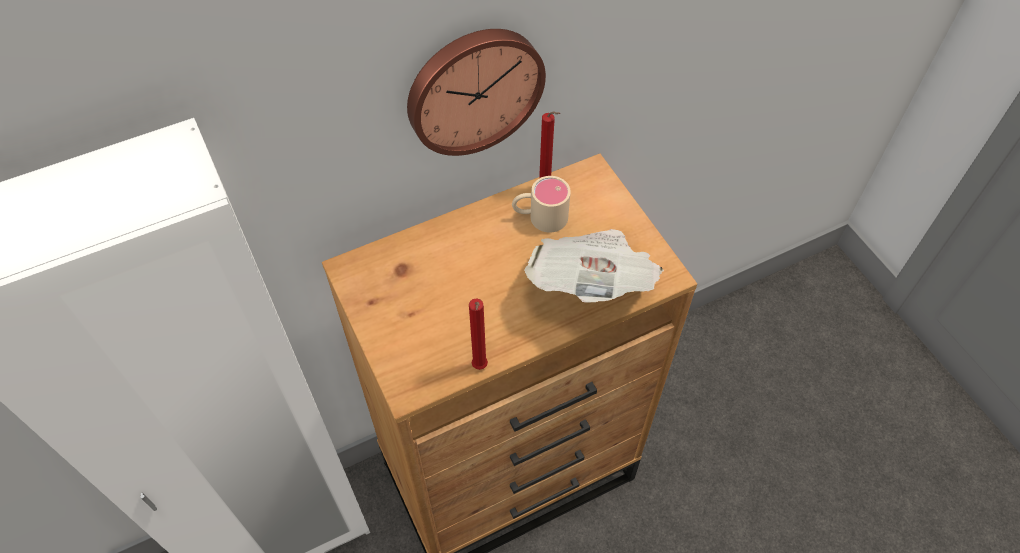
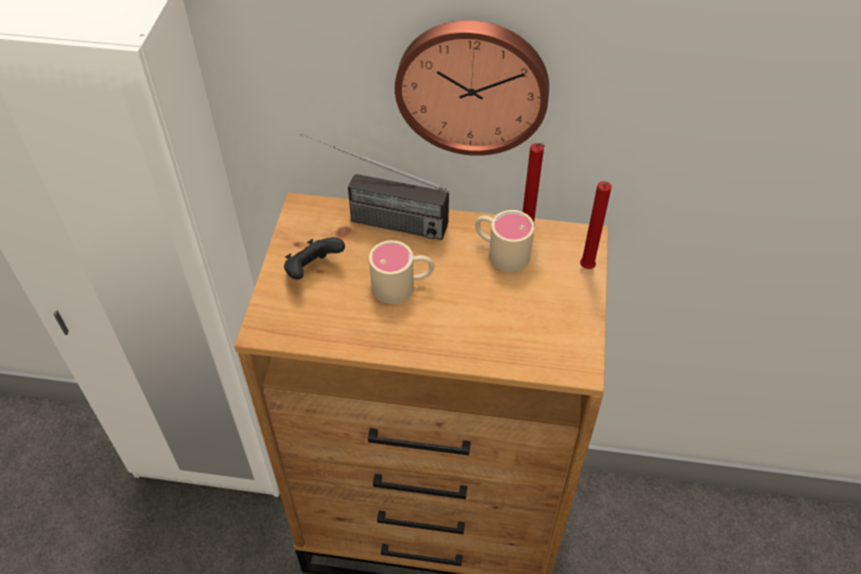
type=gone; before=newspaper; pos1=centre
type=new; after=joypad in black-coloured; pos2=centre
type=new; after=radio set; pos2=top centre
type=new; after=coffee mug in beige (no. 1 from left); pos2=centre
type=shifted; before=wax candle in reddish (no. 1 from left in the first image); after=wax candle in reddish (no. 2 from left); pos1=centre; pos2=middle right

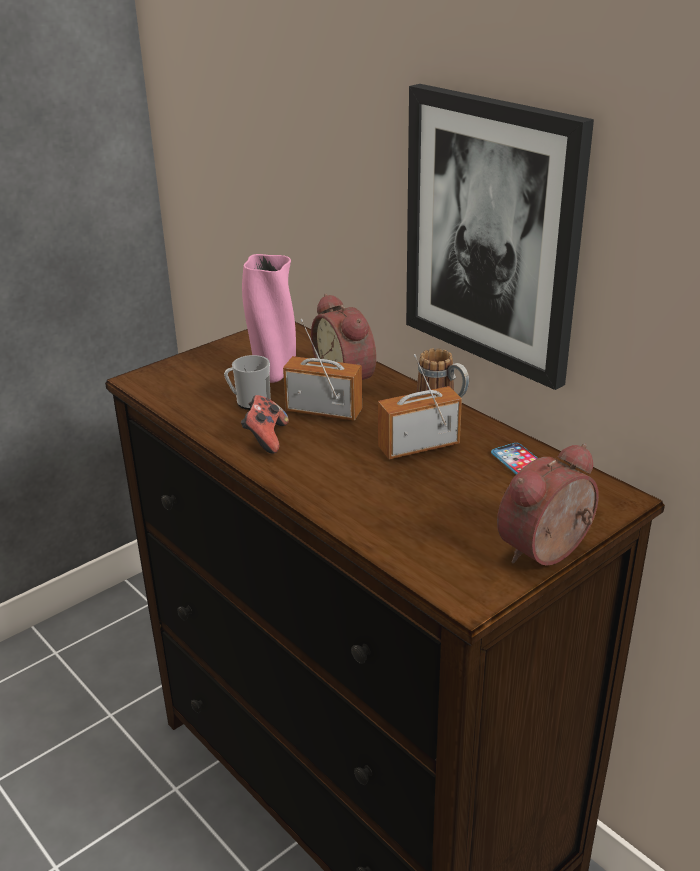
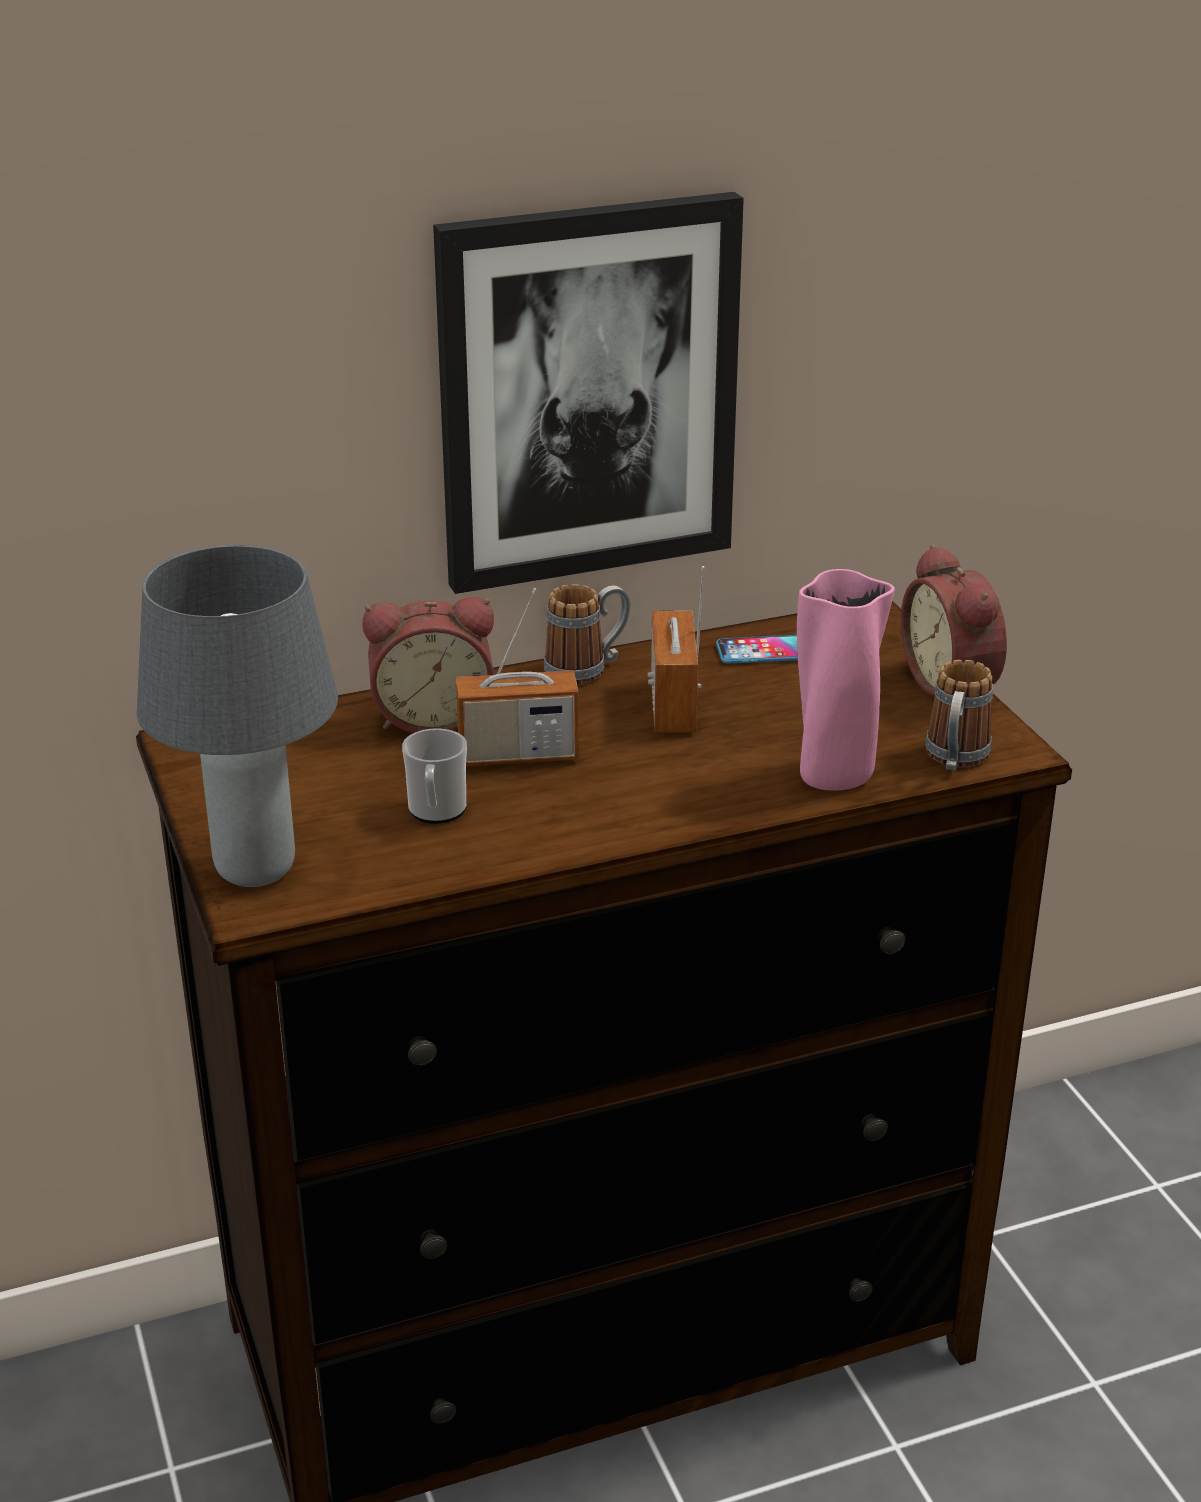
type=gone; before=joypad; pos1=centre
type=new; after=lamp for a table in gray; pos2=middle left
type=new; after=coffee mug (no. 3 from left); pos2=middle right
type=shifted; before=vase in pinkish; pos1=centre; pos2=middle right
type=rotated; before=radio set (no. 1 from left); pos1=centre; pos2=centre; turn=-135

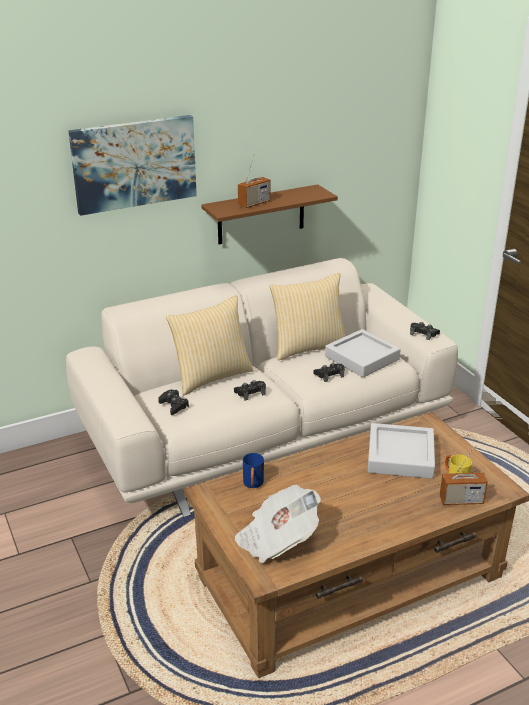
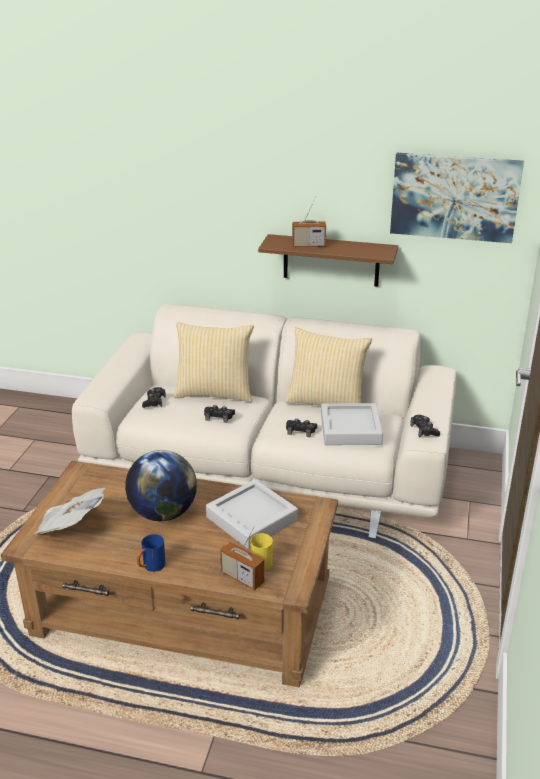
type=new; after=world globe; pos2=middle left
type=shifted; before=wall art; pos1=top left; pos2=top right
type=shifted; before=coffee mug in blue; pos1=bottom centre; pos2=bottom left

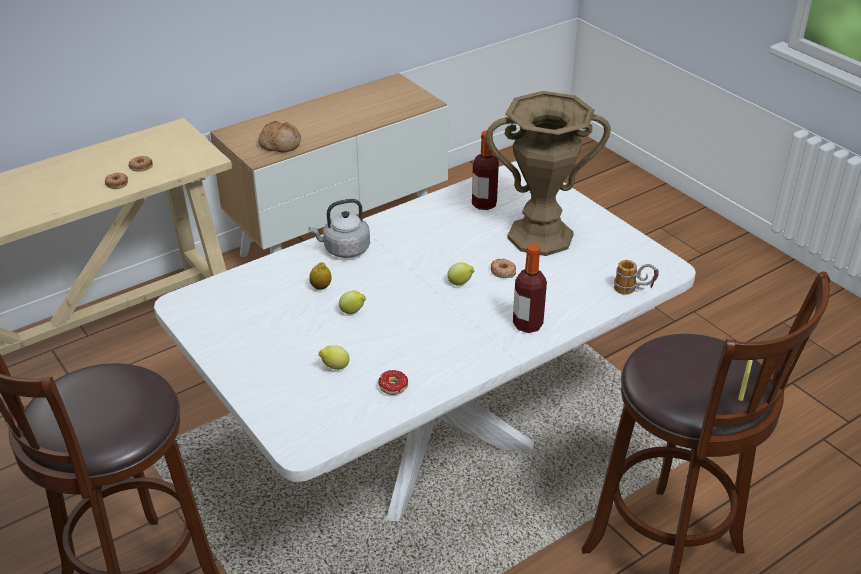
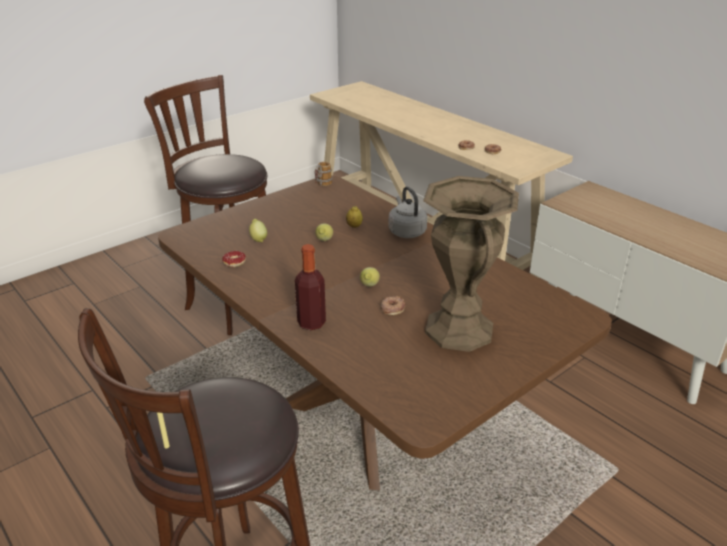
type=gone; before=baked bread; pos1=top left
type=gone; before=beverage bottle (no. 1 from left); pos1=top centre
type=shifted; before=coffee mug; pos1=middle right; pos2=top centre
type=repainted; before=dinner table in white-coloured; after=dinner table in brownish; pos1=centre; pos2=centre

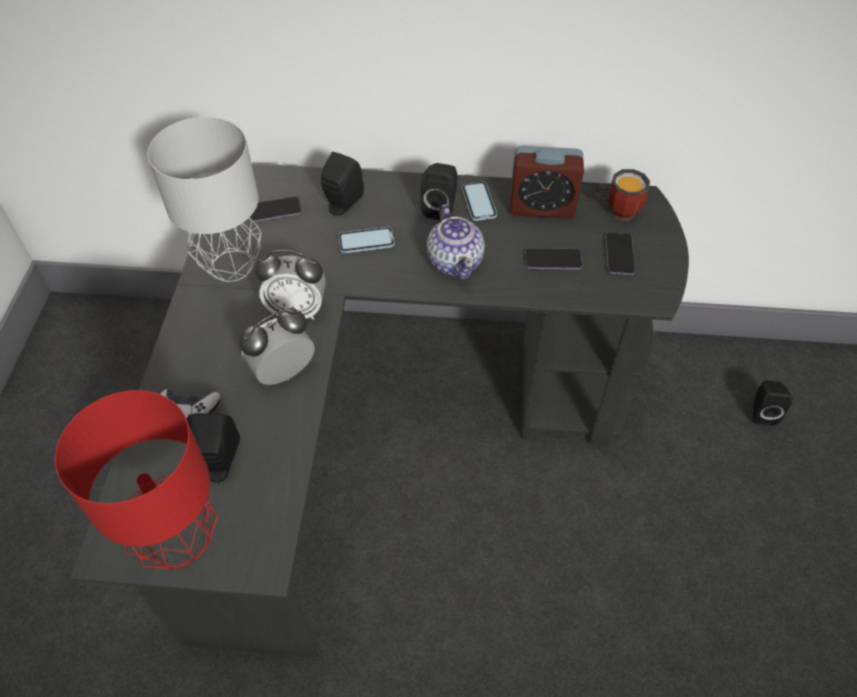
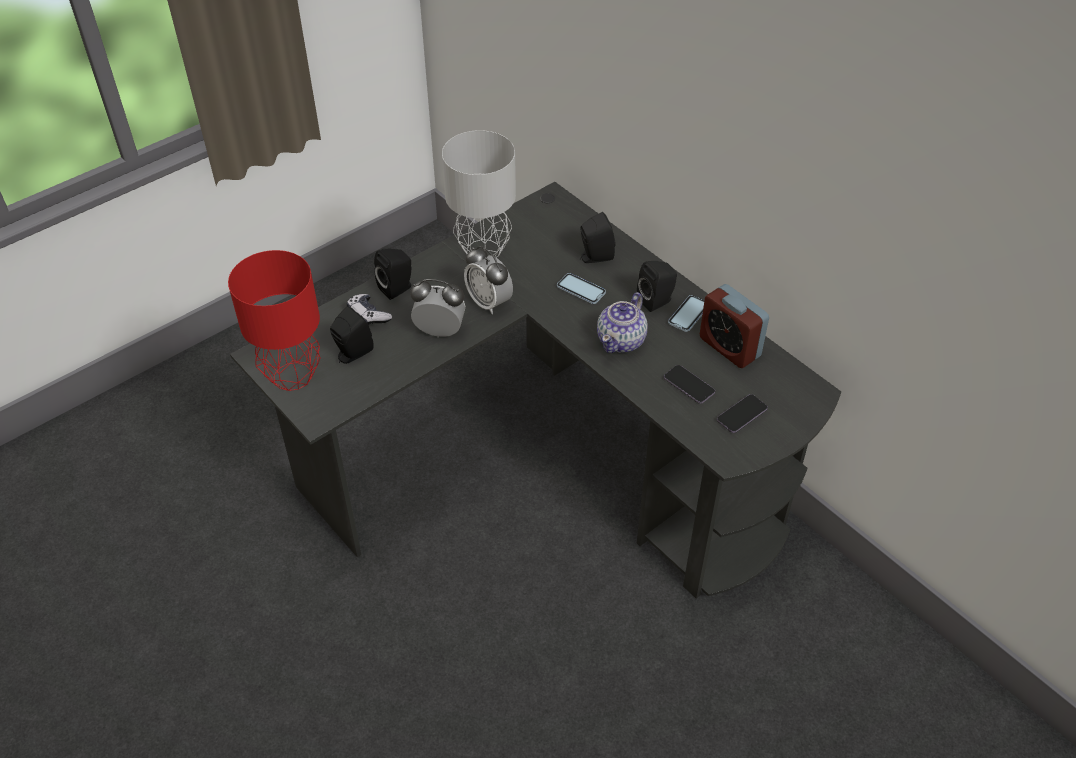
type=gone; before=phone (no. 1 from left); pos1=top left
type=gone; before=coffee mug; pos1=top right
type=shifted; before=loudspeaker in black-coloured (no. 4 from left in the first image); after=loudspeaker in black-coloured (no. 2 from left); pos1=middle right; pos2=centre

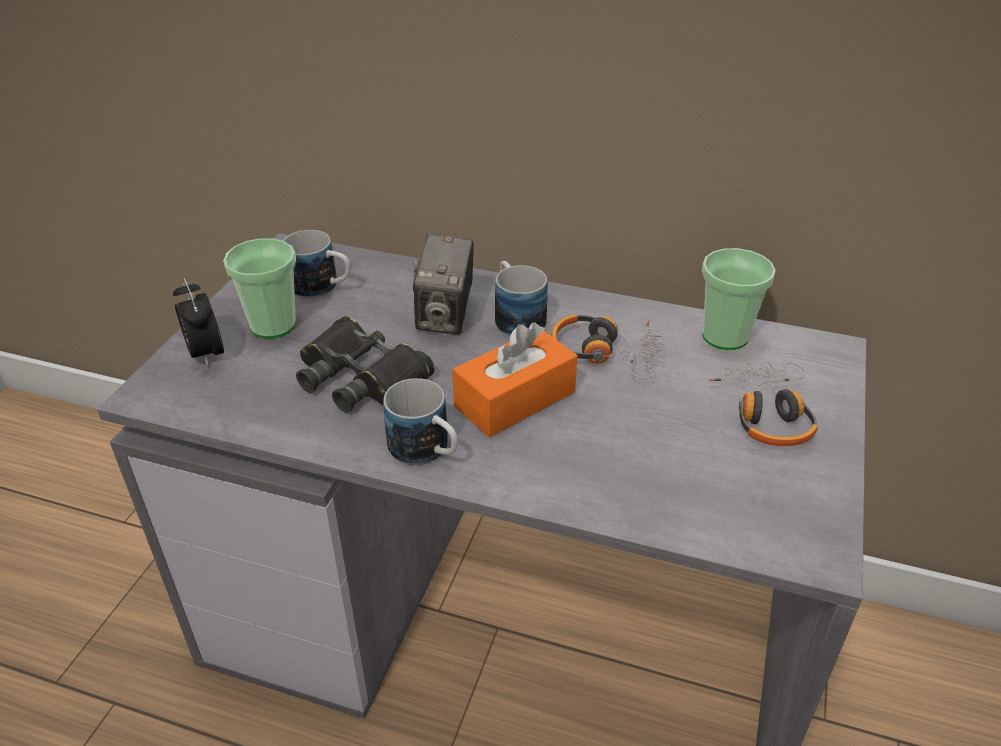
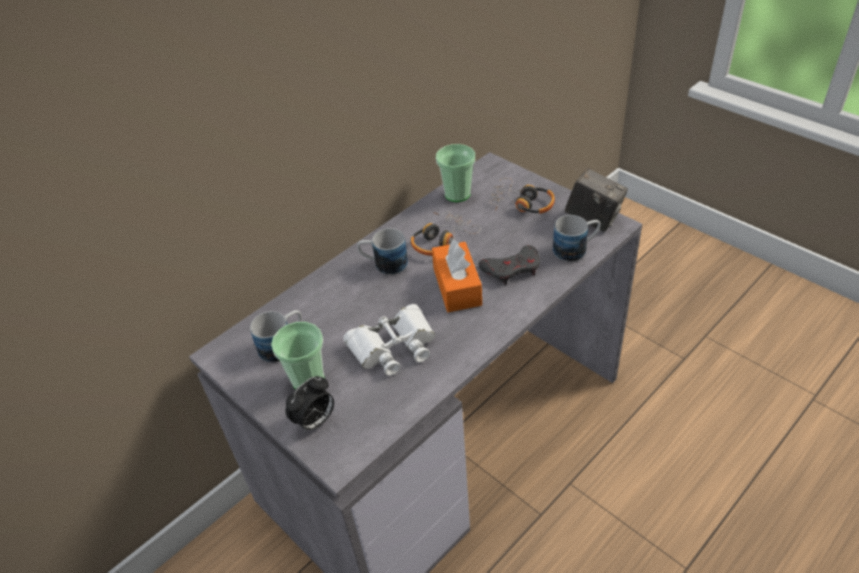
type=new; after=joypad in gray; pos2=centre
type=shifted; before=coffee mug (no. 2 from left in the first image); after=coffee mug (no. 3 from left); pos1=centre; pos2=middle right
type=shifted; before=still camera; pos1=centre; pos2=middle right
type=repainted; before=field glasses in black-coloured; after=field glasses in white-coloured; pos1=centre; pos2=centre
type=rotated; before=alarm clock; pos1=middle left; pos2=bottom centre; turn=-45

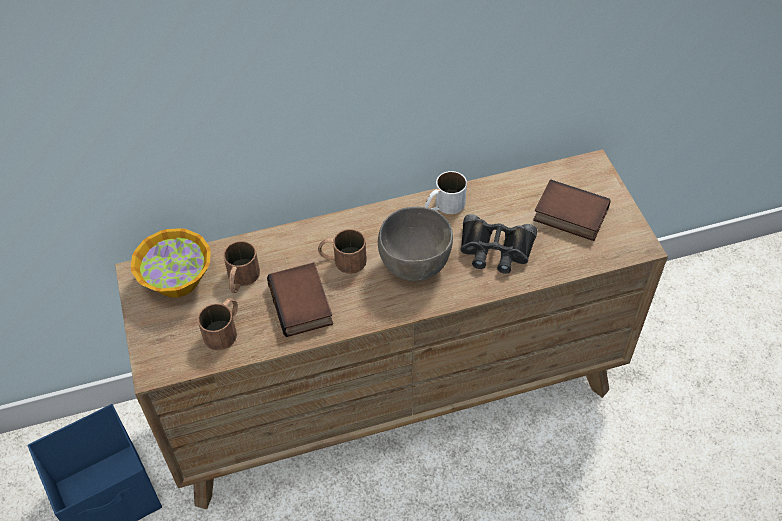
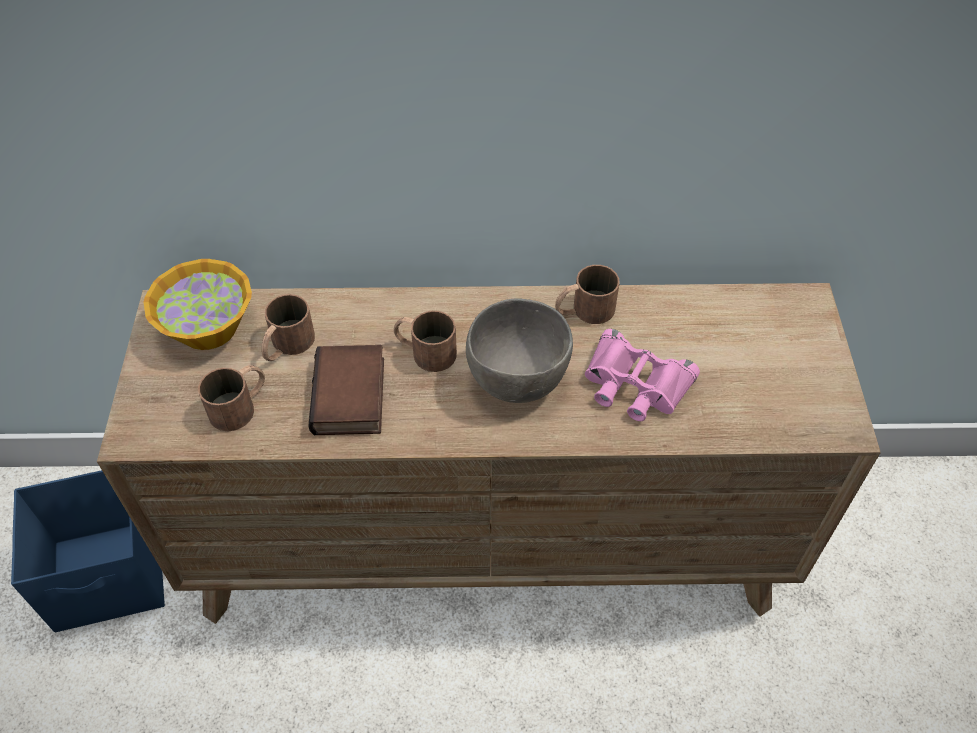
type=gone; before=bound book (no. 2 from left); pos1=middle right
type=repainted; before=coffee mug in white-coloured; after=coffee mug in brownish (no. 4 from left); pos1=centre; pos2=centre
type=repainted; before=field glasses in black-coloured; after=field glasses in pinkish; pos1=centre; pos2=centre

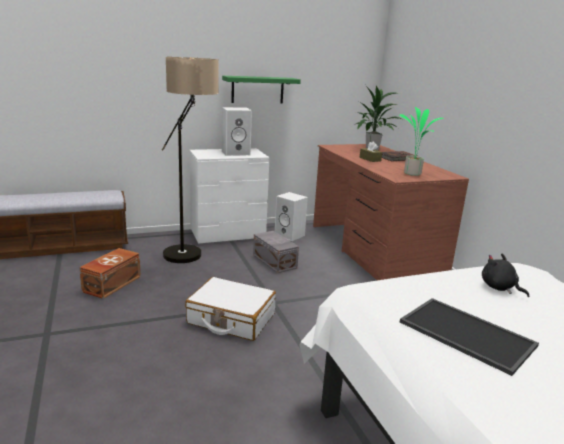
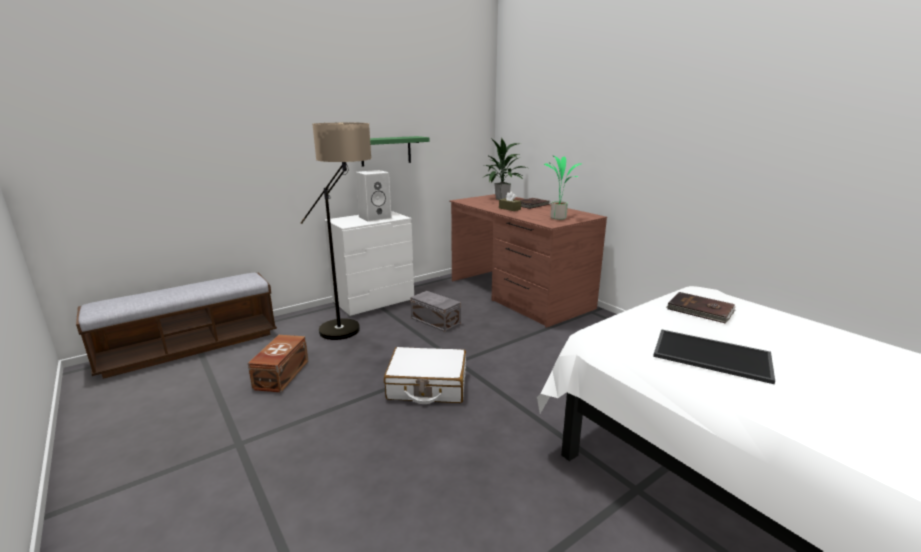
type=gone; before=loudspeaker in white-coloured (no. 2 from left); pos1=centre
type=swapped; before=soft toy in black-coloured; after=bound book in brownish (no. 2 from left); pos1=middle right; pos2=middle right

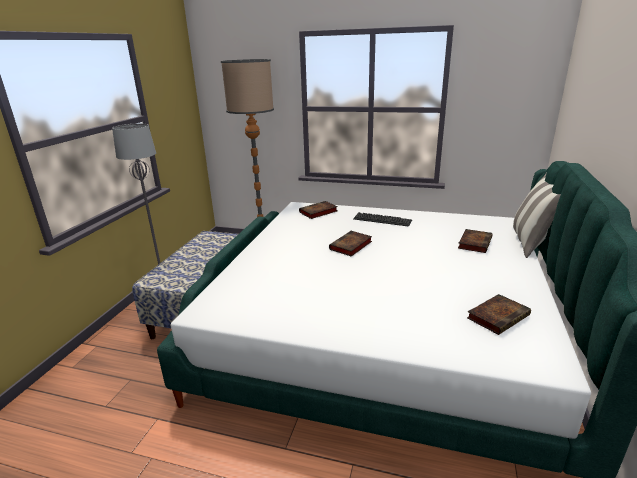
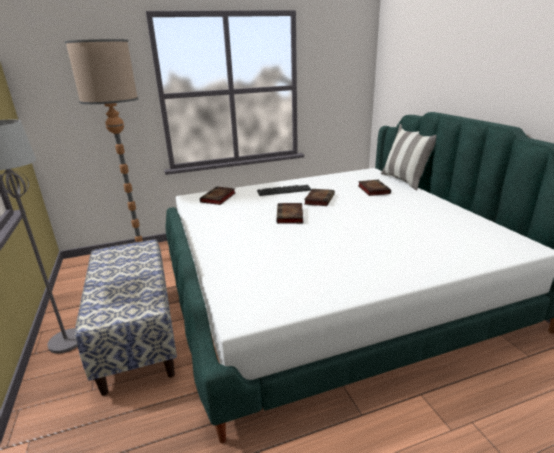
type=shifted; before=bound book (no. 4 from left in the first image); after=bound book (no. 3 from left); pos1=middle right; pos2=centre

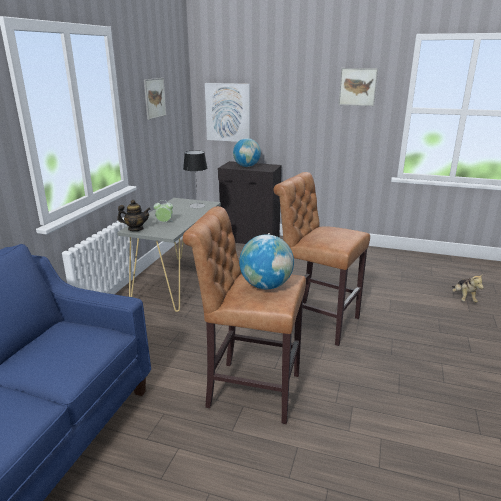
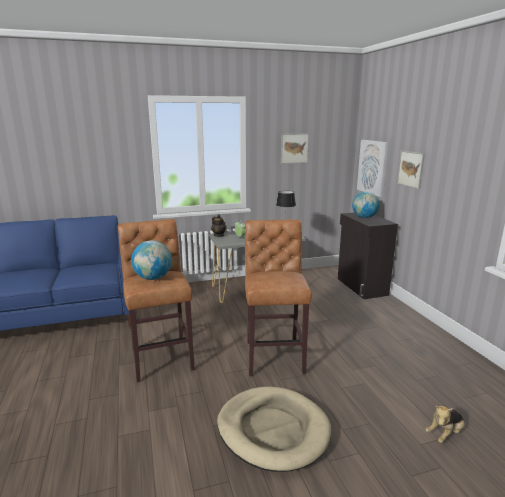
type=new; after=pet bed in beige; pos2=bottom centre
type=shifted; before=wall art (no. 3 from left); pos1=top right; pos2=middle right

